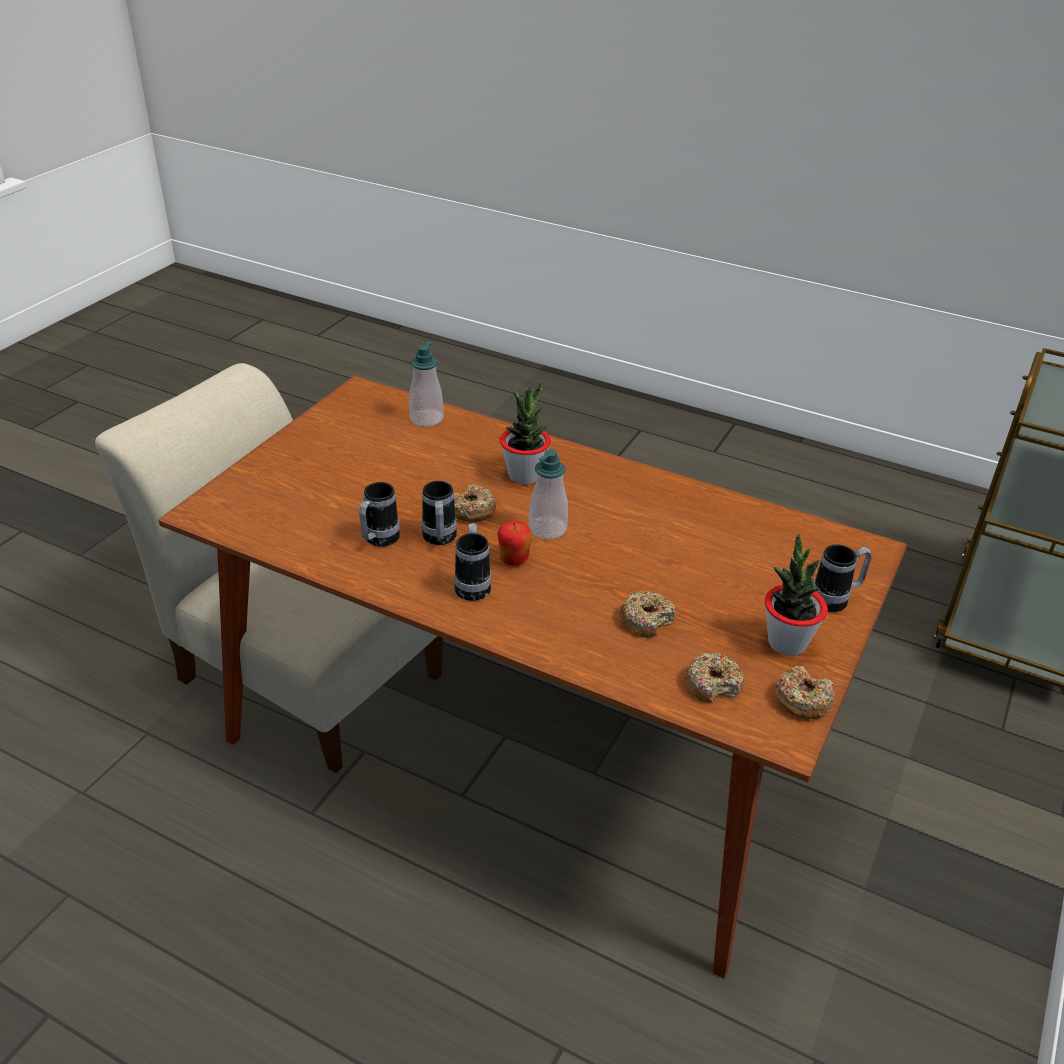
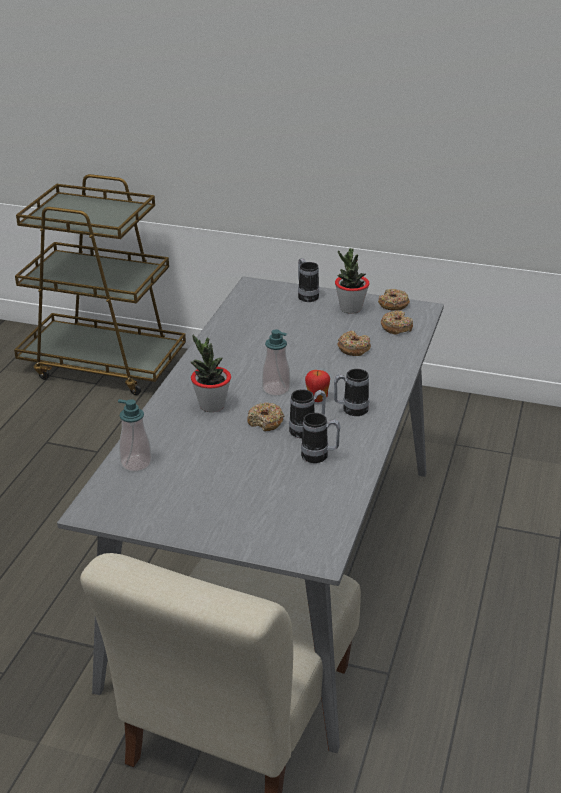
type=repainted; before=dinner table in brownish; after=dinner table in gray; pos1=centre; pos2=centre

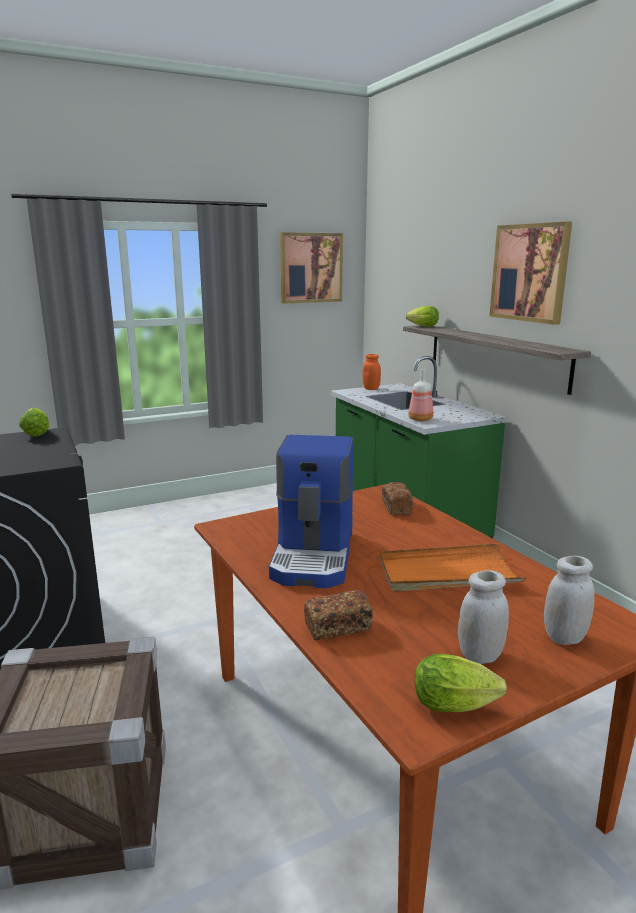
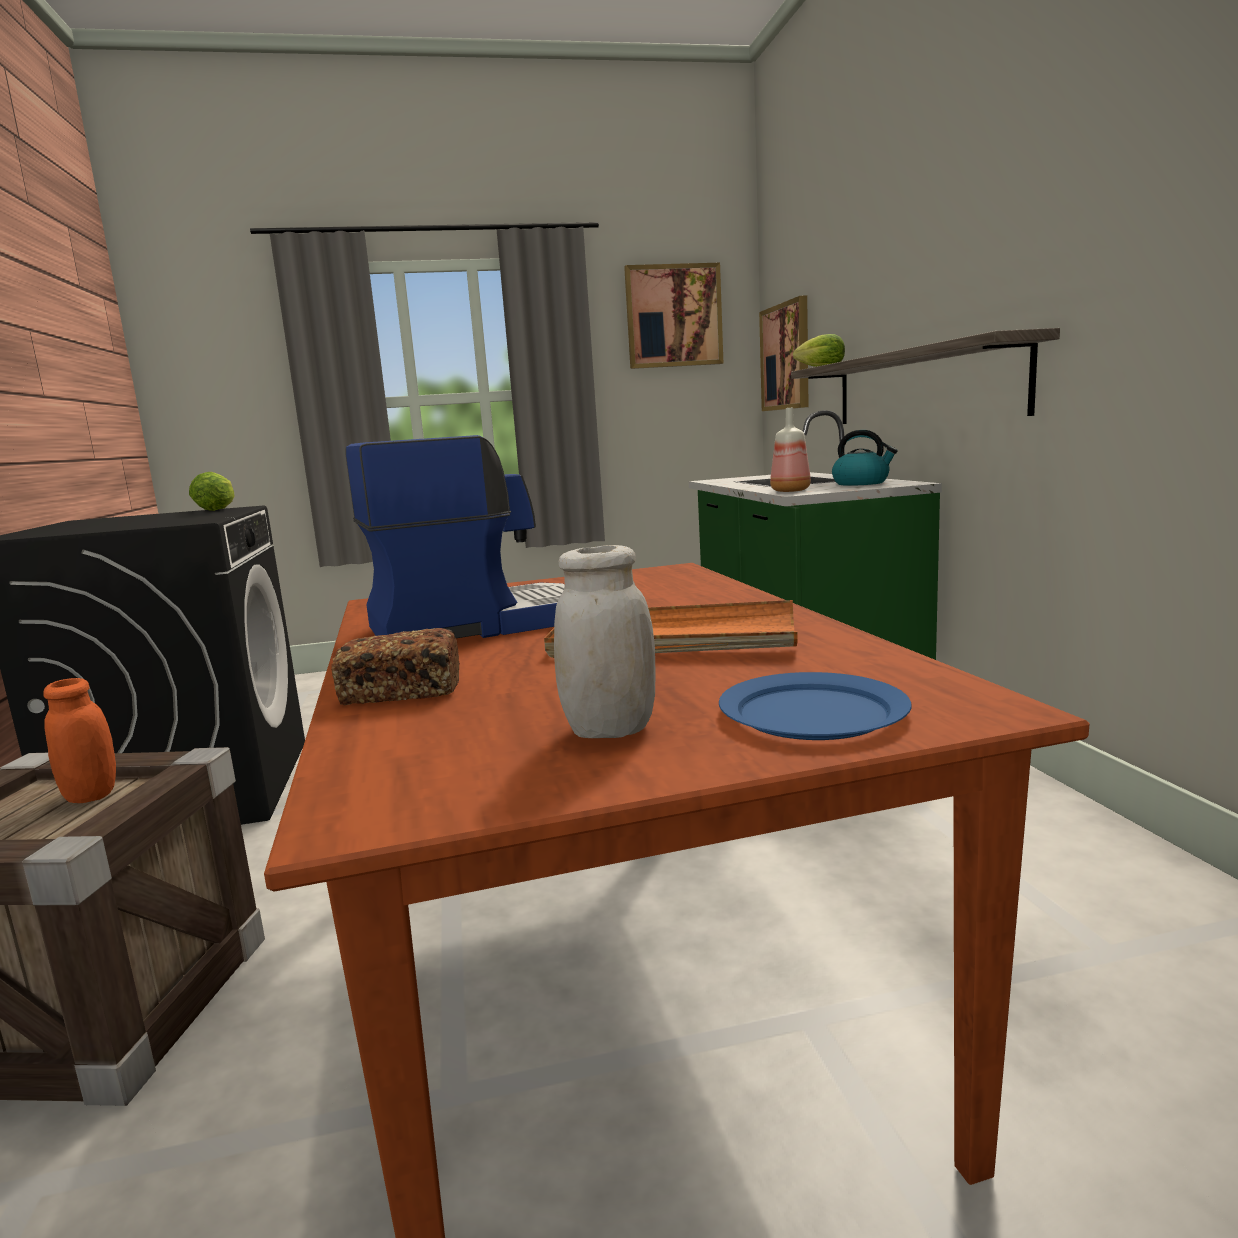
type=gone; before=baked bread (no. 2 from left); pos1=centre
type=gone; before=lettuce (no. 3 from left); pos1=bottom right
type=new; after=kettle; pos2=middle right
type=shifted; before=jar in orange; pos1=centre; pos2=middle left
type=shifted; before=wall art (no. 2 from left); pos1=top right; pos2=top centre
type=swapped; before=jar in white-coloured (no. 2 from left); after=flat dish in blue; pos1=middle right; pos2=centre
type=rotated; before=coffee brewer; pos1=centre; pos2=centre; turn=-135

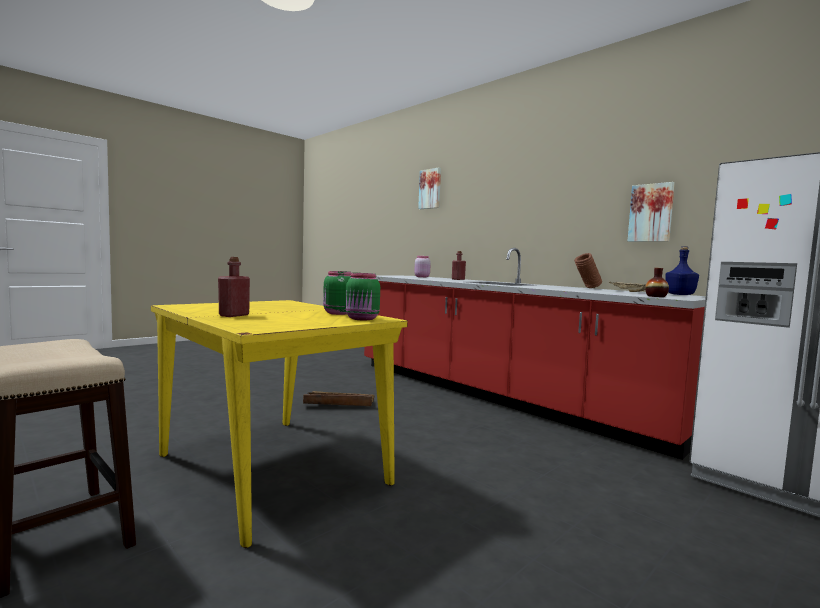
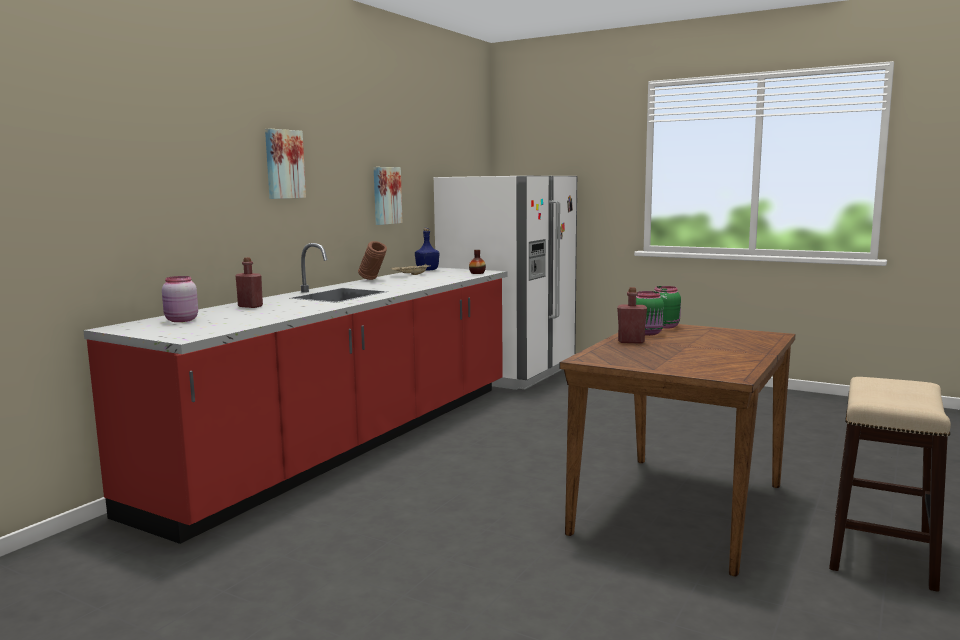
type=gone; before=shipping crate; pos1=centre
type=shifted; before=beverage bottle in reddish (no. 1 from left in the first image); after=beverage bottle in reddish (no. 2 from left); pos1=middle left; pos2=centre
type=shifted; before=wall art (no. 1 from left); pos1=top centre; pos2=top left
type=repainted; before=dinner table in yellow; after=dinner table in brownish; pos1=bottom centre; pos2=bottom right

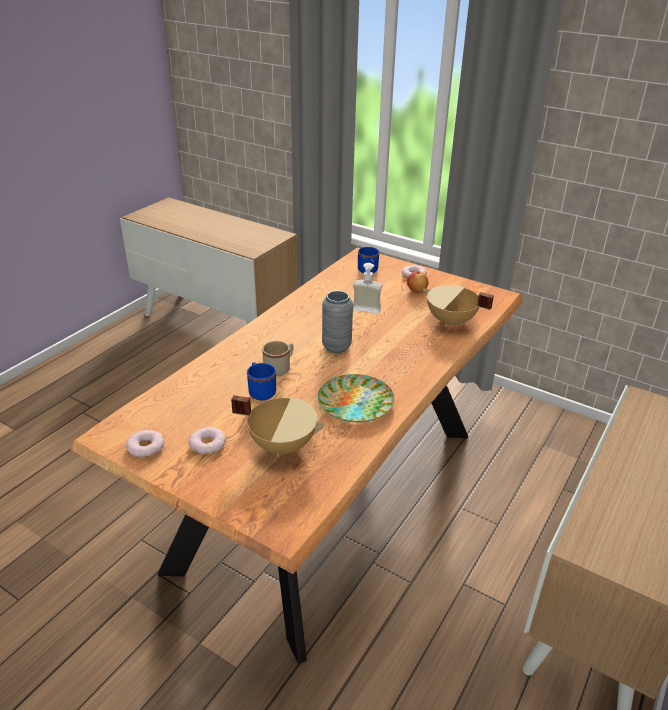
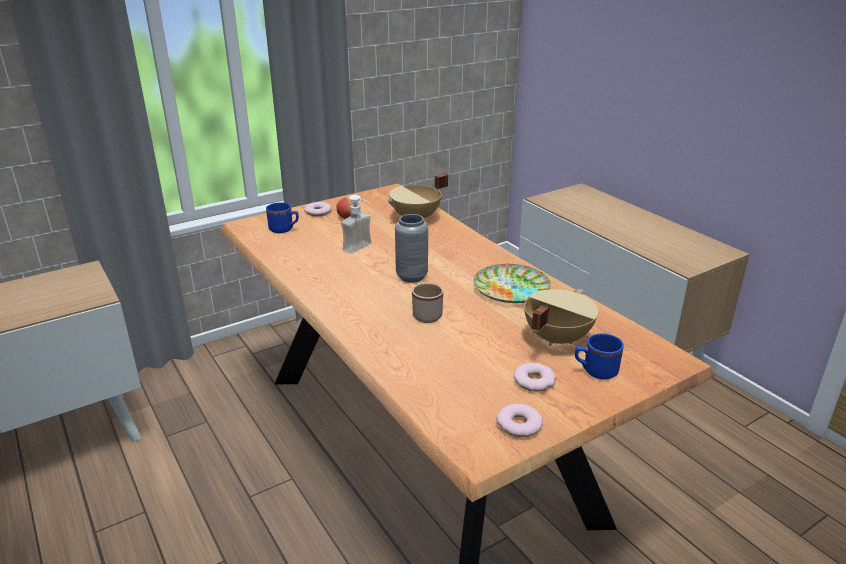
type=shifted; before=coffee mug in blue (no. 1 from left in the first image); after=coffee mug in blue (no. 2 from left); pos1=centre; pos2=middle right

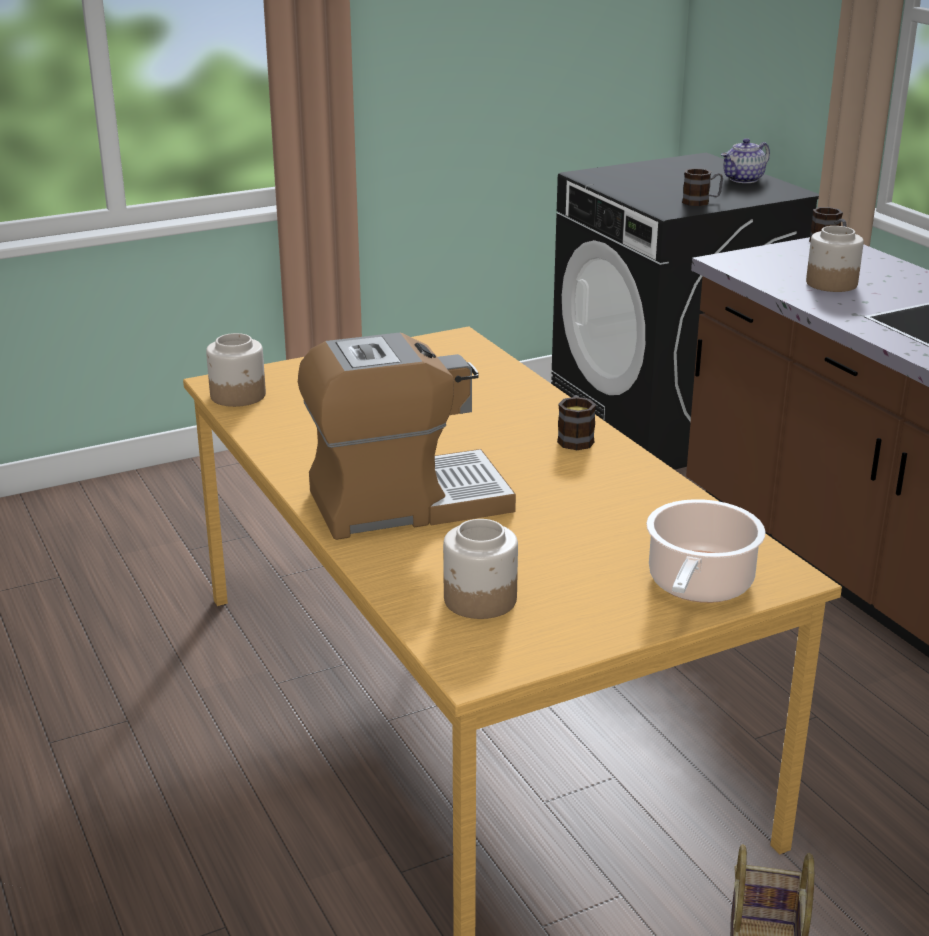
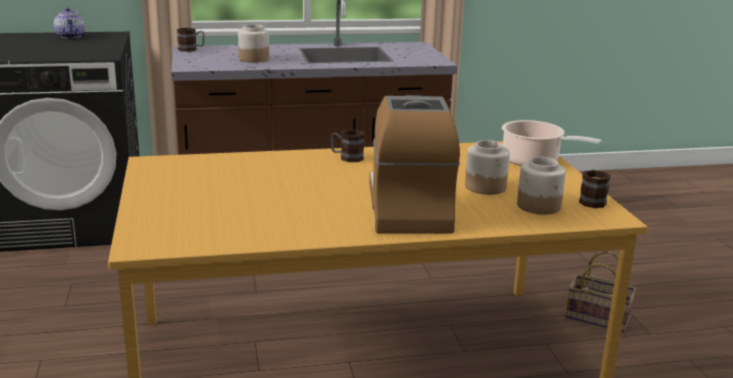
type=shifted; before=jar (no. 1 from left in the first image); after=jar (no. 2 from left); pos1=middle left; pos2=centre
type=shifted; before=coffee mug (no. 2 from left in the first image); after=coffee mug (no. 3 from left); pos1=top right; pos2=middle right

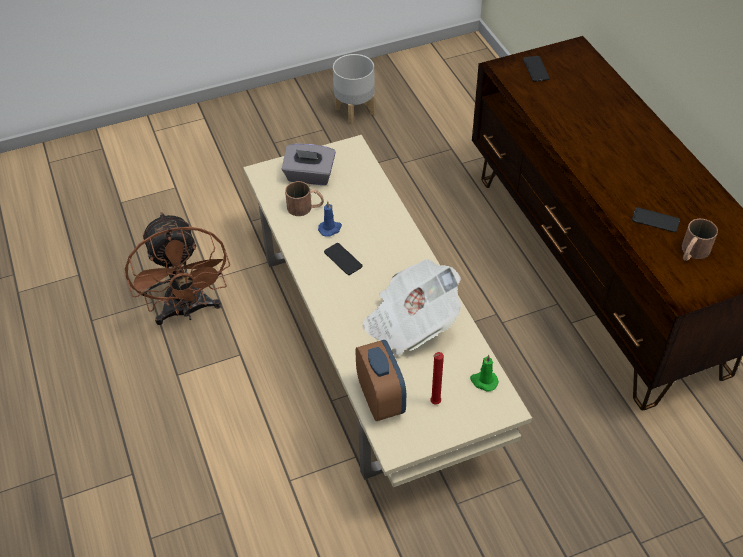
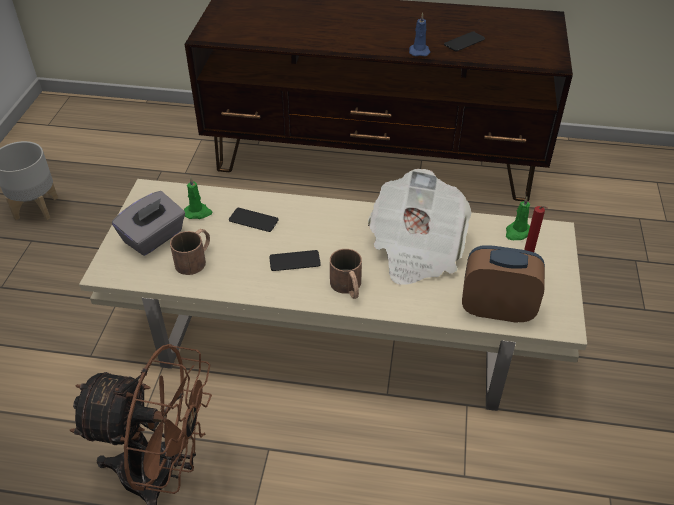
type=new; after=wax candle in green (no. 1 from left); pos2=middle left
type=shifted; before=wax candle in blue; pos1=centre; pos2=top centre
type=shifted; before=phone (no. 2 from left in the first image); after=phone (no. 1 from left); pos1=top right; pos2=centre
type=shifted; before=coffee mug in brownish (no. 2 from left); pos1=middle right; pos2=centre

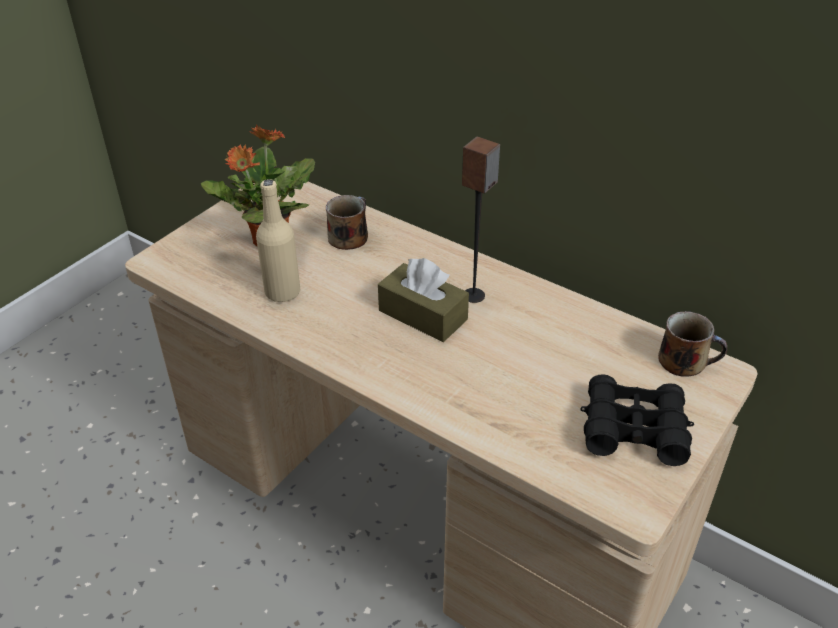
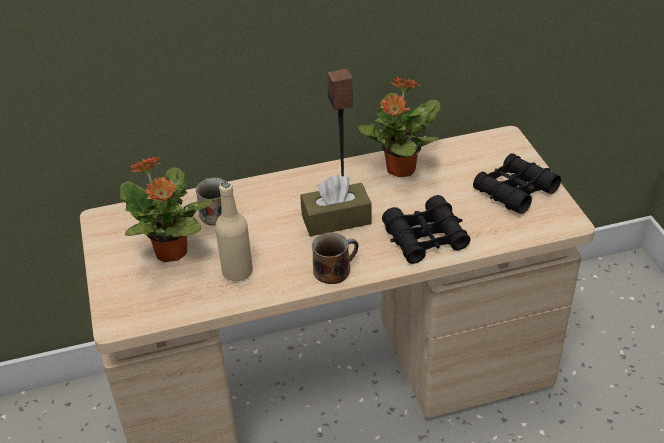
type=new; after=plant in a pot (no. 2 from left); pos2=top centre
type=new; after=field glasses in black-coloured (no. 1 from left); pos2=centre
type=shifted; before=coffee mug (no. 2 from left); pos1=middle right; pos2=centre

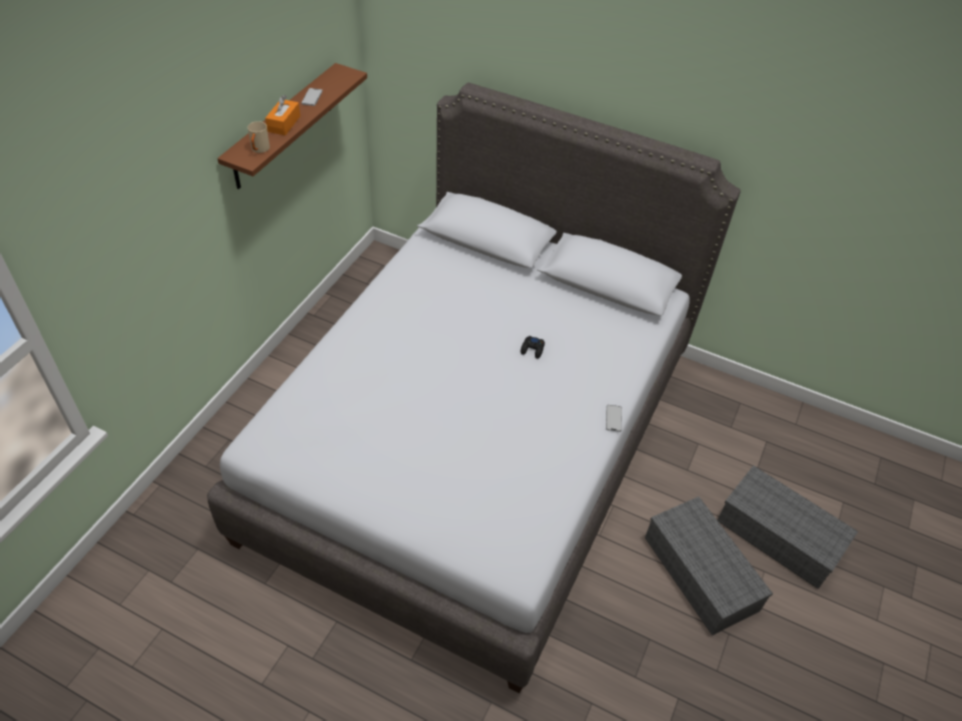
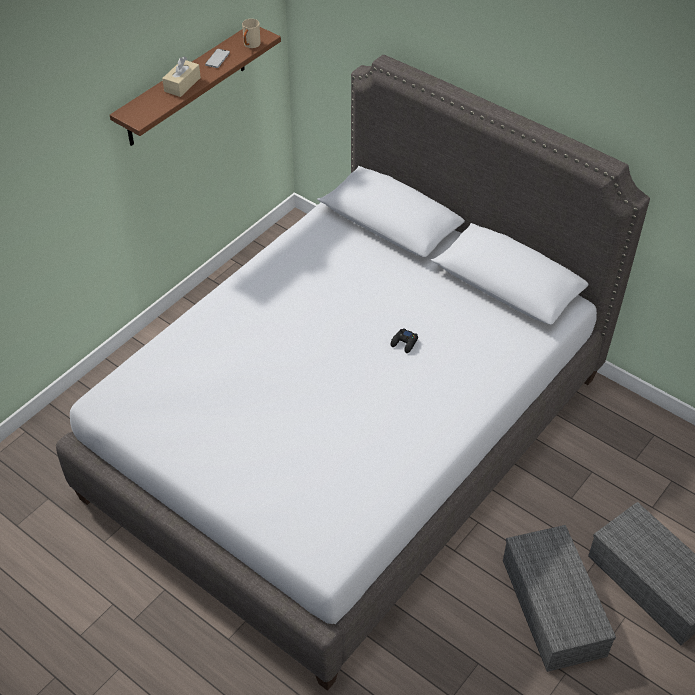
type=gone; before=phone (no. 2 from left); pos1=centre
type=shifted; before=coffee mug in beige; pos1=top left; pos2=top centre
type=repainted; before=tissue box in orange; after=tissue box in beige; pos1=top left; pos2=top left

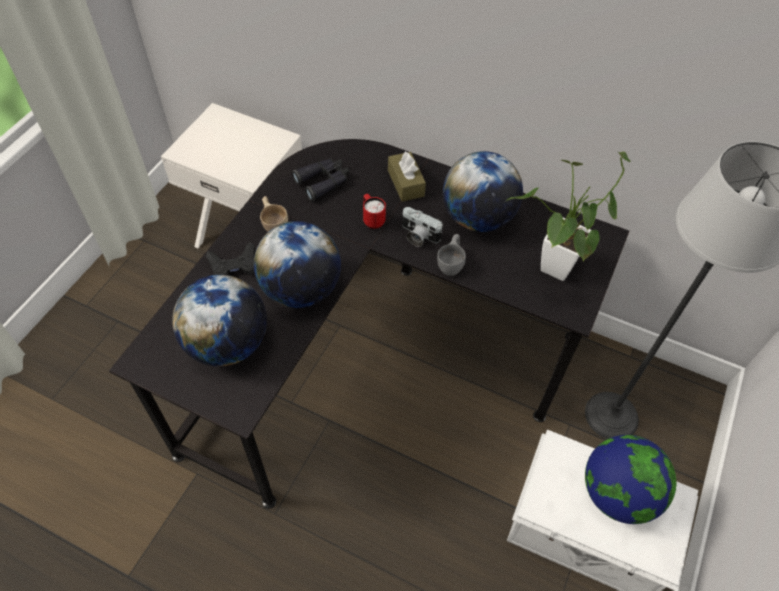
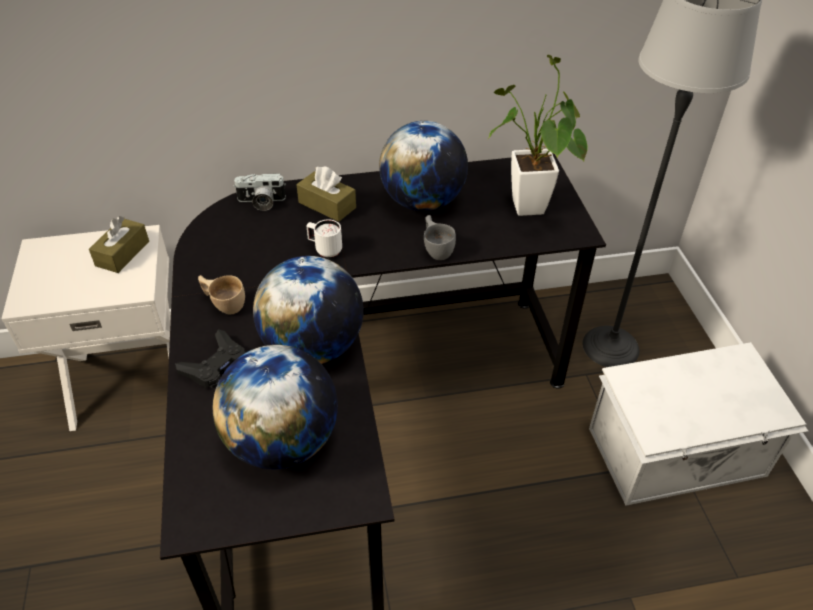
type=gone; before=field glasses in black-coloured; pos1=top centre
type=gone; before=world globe (no. 4 from left); pos1=bottom right
type=new; after=tissue box in brownish (no. 1 from left); pos2=middle left
type=shifted; before=still camera; pos1=centre; pos2=top left
type=repainted; before=coffee mug in reddish; after=coffee mug in white-coloured; pos1=centre; pos2=centre

